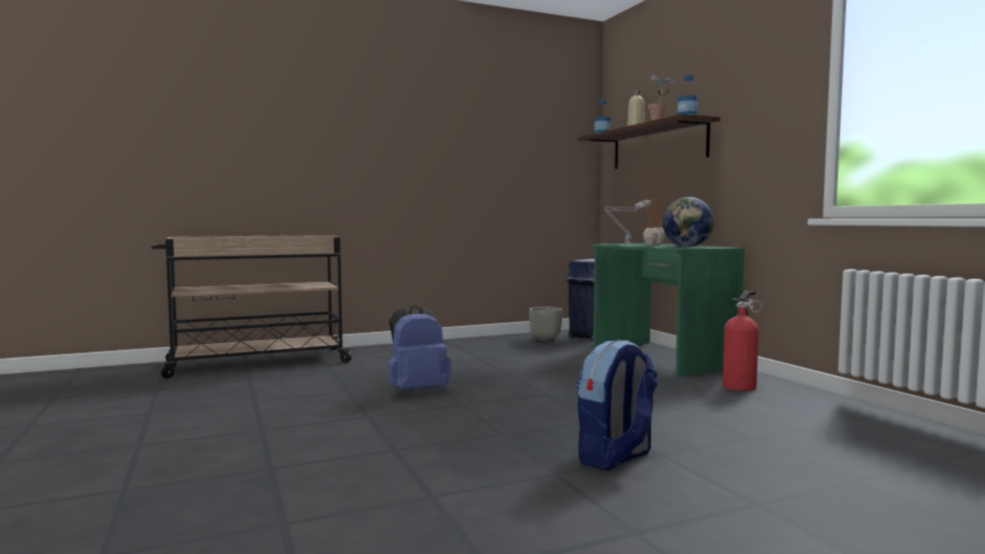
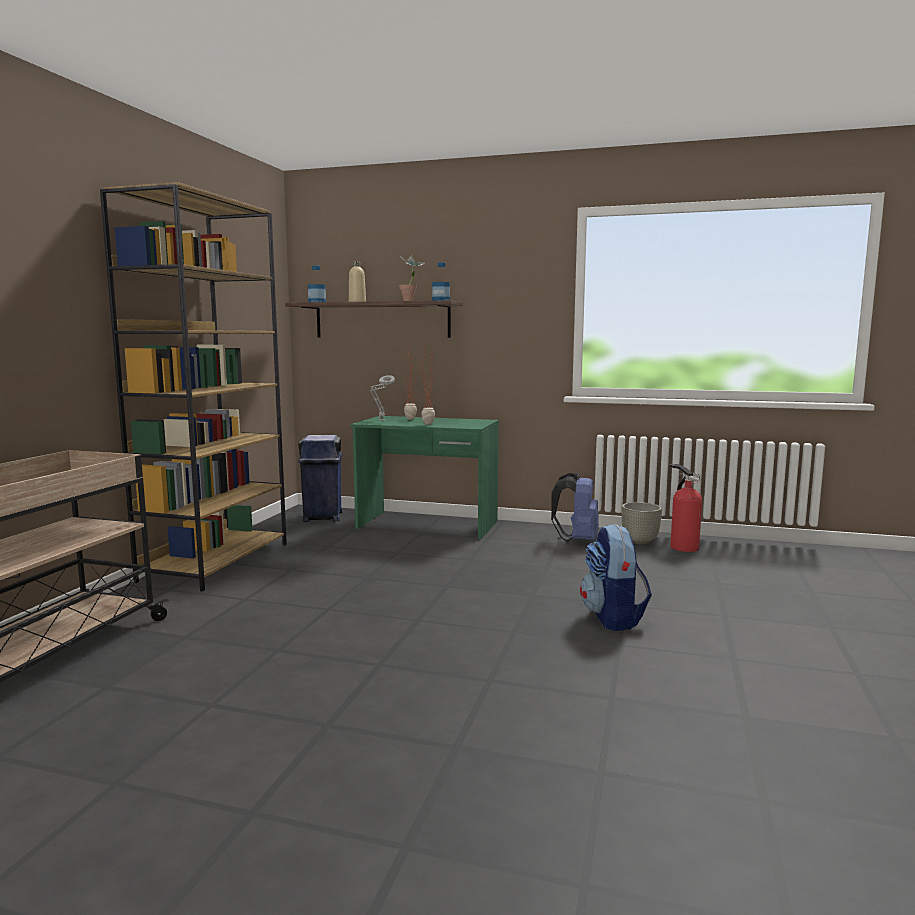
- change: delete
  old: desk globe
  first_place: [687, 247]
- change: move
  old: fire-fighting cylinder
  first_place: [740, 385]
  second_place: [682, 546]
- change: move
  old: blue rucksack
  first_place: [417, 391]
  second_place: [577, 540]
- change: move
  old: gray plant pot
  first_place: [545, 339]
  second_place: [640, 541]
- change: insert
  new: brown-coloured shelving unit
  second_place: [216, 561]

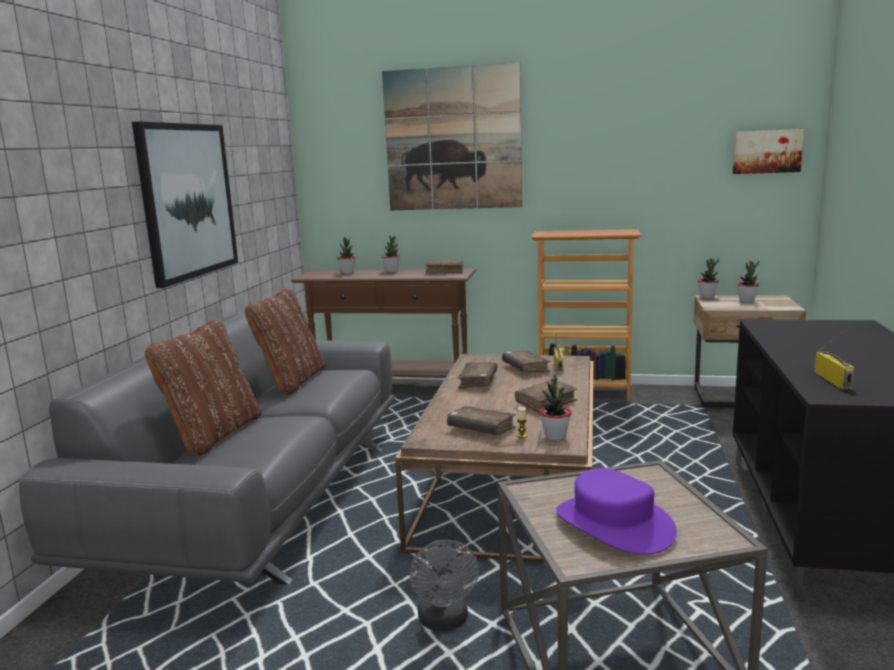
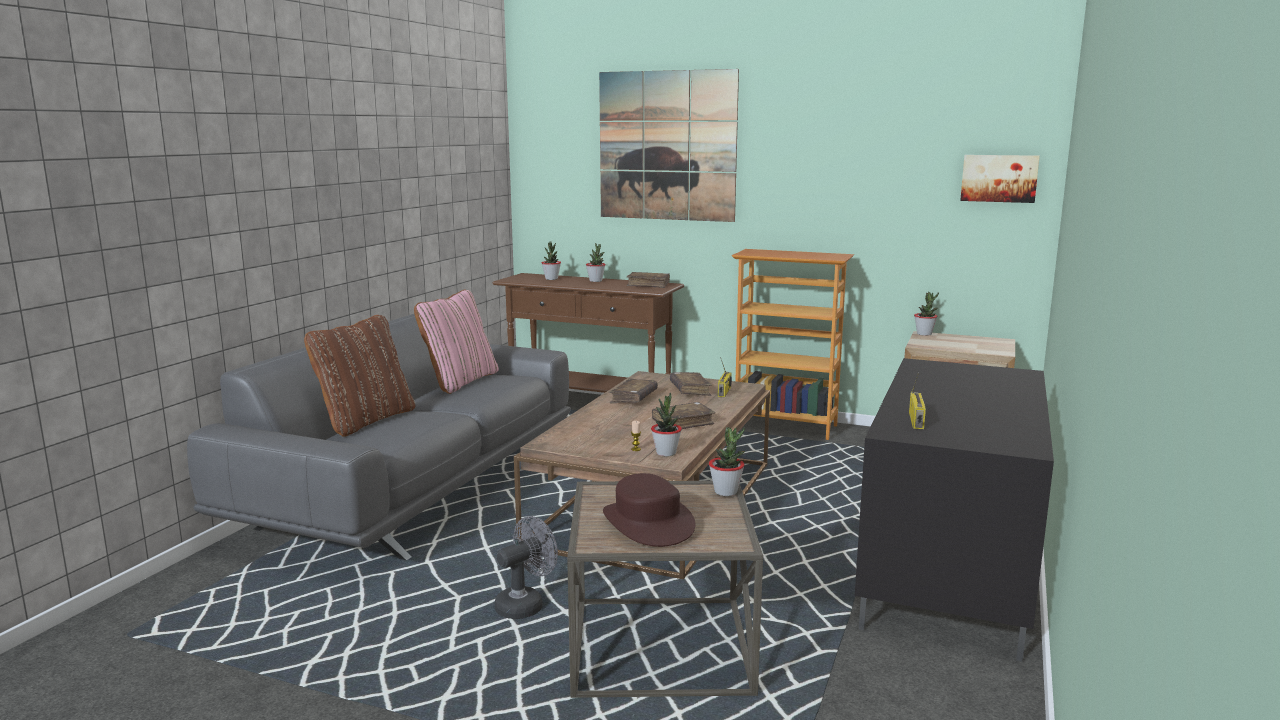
- change: delete
  old: picture
  first_place: [188, 201]
- change: move
  old: plant in a pot
  first_place: [747, 301]
  second_place: [726, 492]
- change: recolor
  old: brown-coloured cushion
  new: pinkish cushion
  first_place: [291, 381]
  second_place: [460, 381]
- change: delete
  old: brown-coloured bound book
  first_place: [481, 429]
- change: recolor
  old: purple-coloured clothing hat
  new: brown-coloured clothing hat
  first_place: [613, 524]
  second_place: [647, 523]
- change: rotate
  old: gray electric fan
  first_place: [445, 621]
  second_place: [525, 604]
  degrees: -135

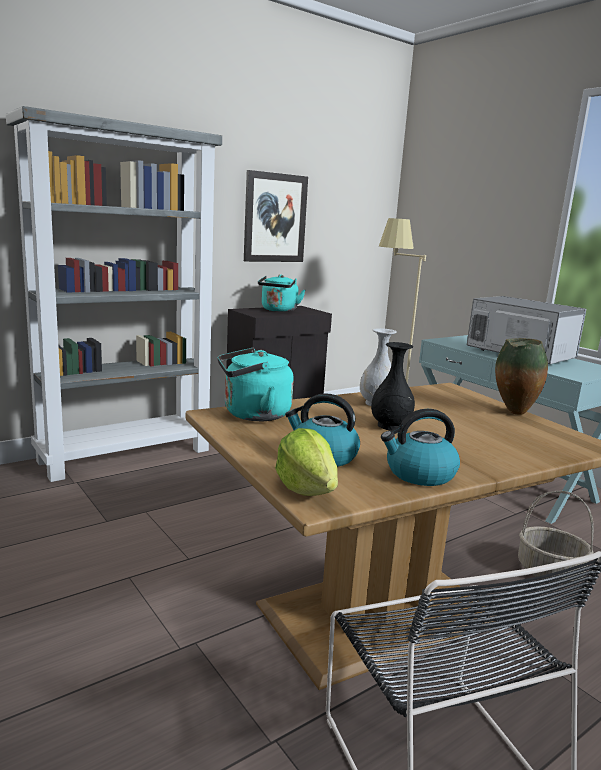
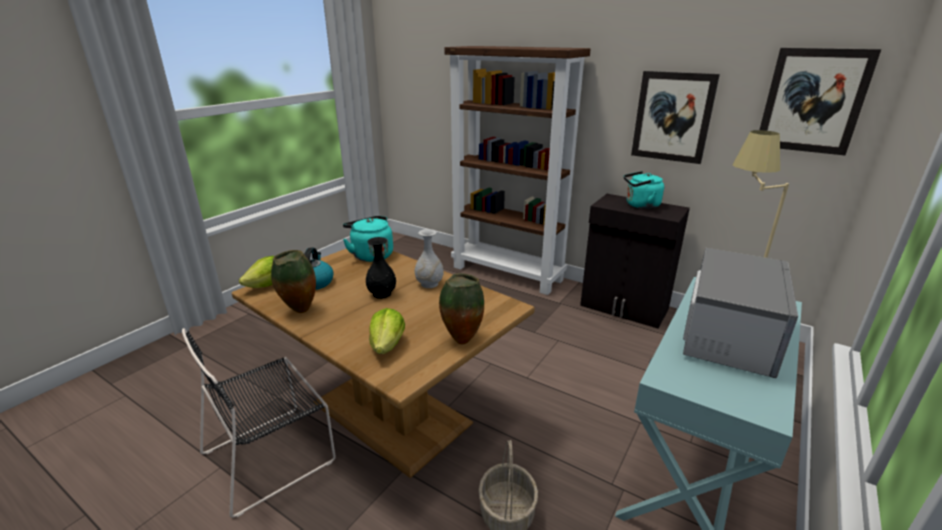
- change: recolor
  old: gray shelving unit
  new: brown-coloured shelving unit
  first_place: [127, 455]
  second_place: [508, 273]
- change: replace
  old: water kettle
  new: vase
  first_place: [419, 474]
  second_place: [299, 311]
- change: insert
  new: picture
  second_place: [813, 101]
- change: insert
  new: head of lettuce
  second_place: [387, 345]

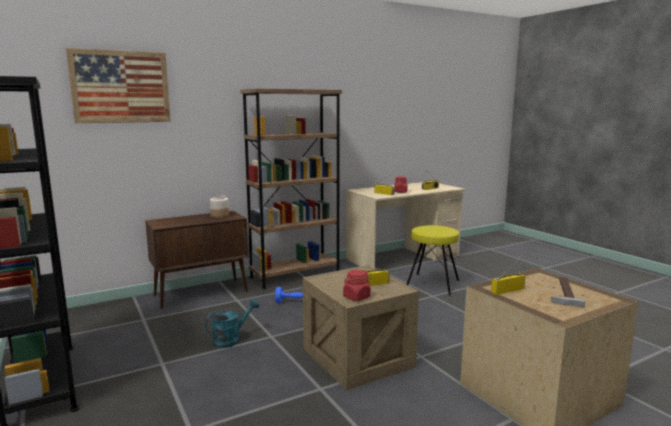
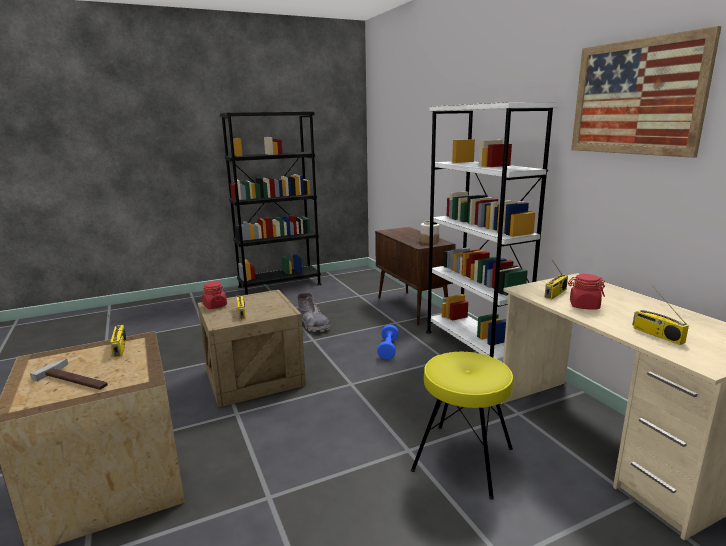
- change: move
  old: picture
  first_place: [121, 87]
  second_place: [636, 98]
- change: recolor
  old: brown-coloured shelving unit
  new: whitish shelving unit
  first_place: [295, 275]
  second_place: [474, 347]
- change: replace
  old: turquoise-coloured sprinkling can
  new: gray tall boot
  first_place: [231, 339]
  second_place: [313, 325]

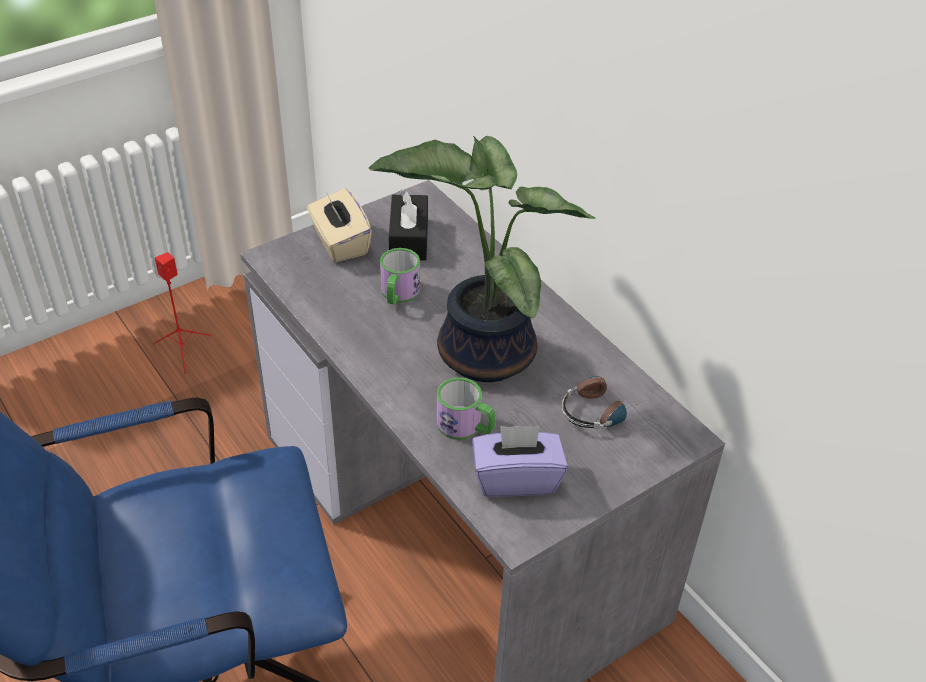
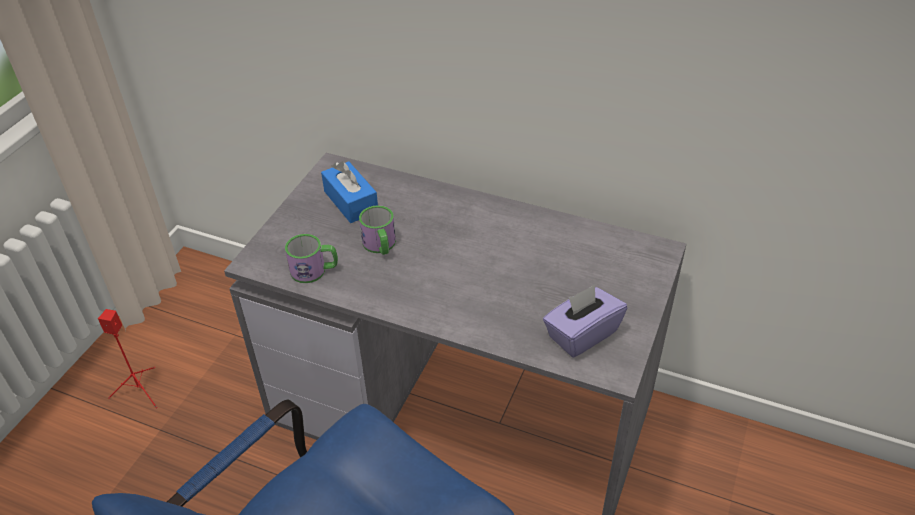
- change: delete
  old: plant in a pot
  first_place: [480, 351]
- change: delete
  old: beige-coloured tissue box
  first_place: [340, 243]
- change: recolor
  old: black-coloured tissue box
  new: blue tissue box
  first_place: [409, 239]
  second_place: [351, 201]
- change: delete
  old: pair of headphones
  first_place: [601, 409]
- change: move
  old: mug
  first_place: [466, 426]
  second_place: [314, 270]

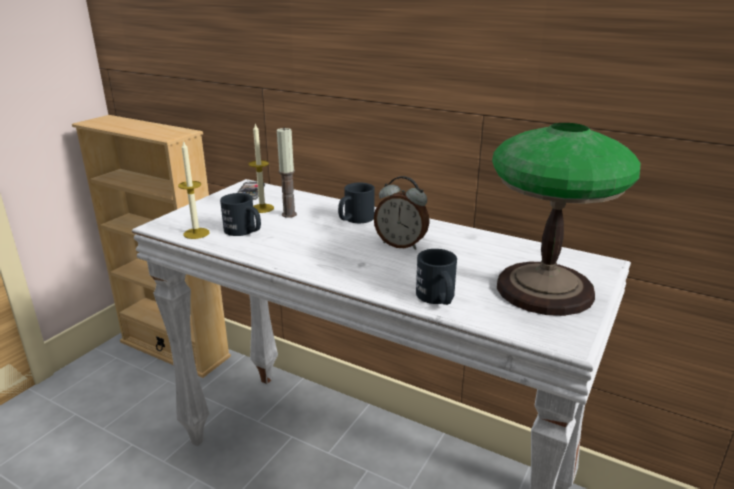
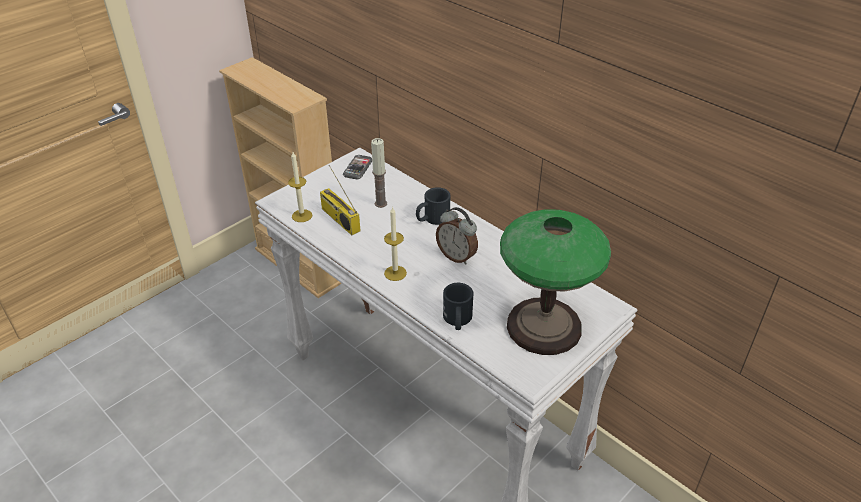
- change: move
  old: candle
  first_place: [262, 208]
  second_place: [395, 273]
- change: replace
  old: black-coloured mug
  new: radio
  first_place: [244, 231]
  second_place: [339, 219]

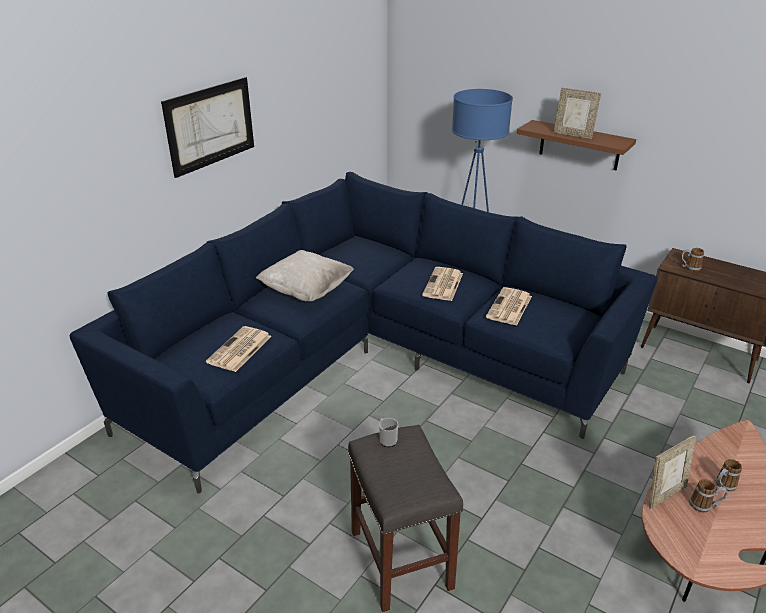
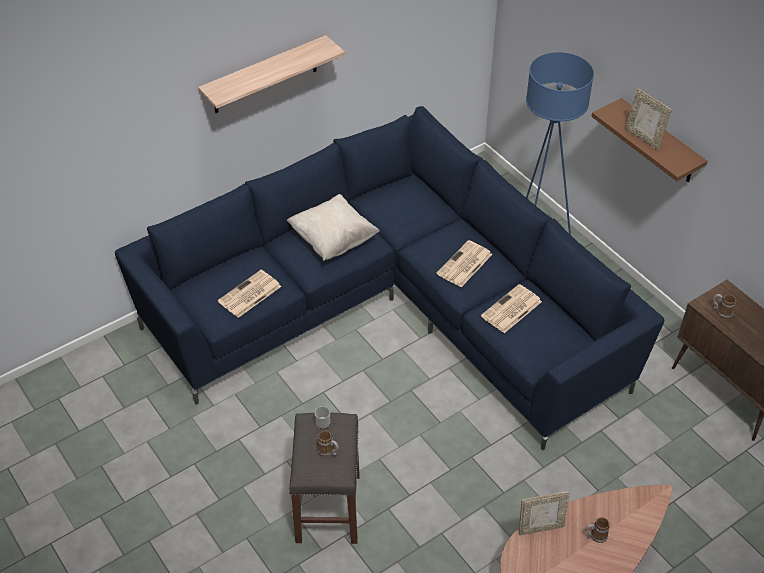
- change: replace
  old: picture
  new: bracket shelf
  first_place: [210, 125]
  second_place: [265, 75]
- change: move
  old: mug
  first_place: [704, 506]
  second_place: [328, 451]

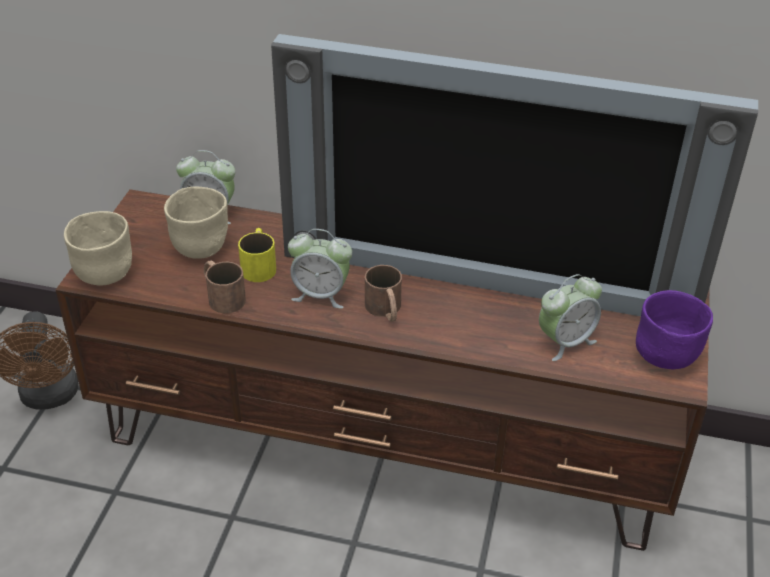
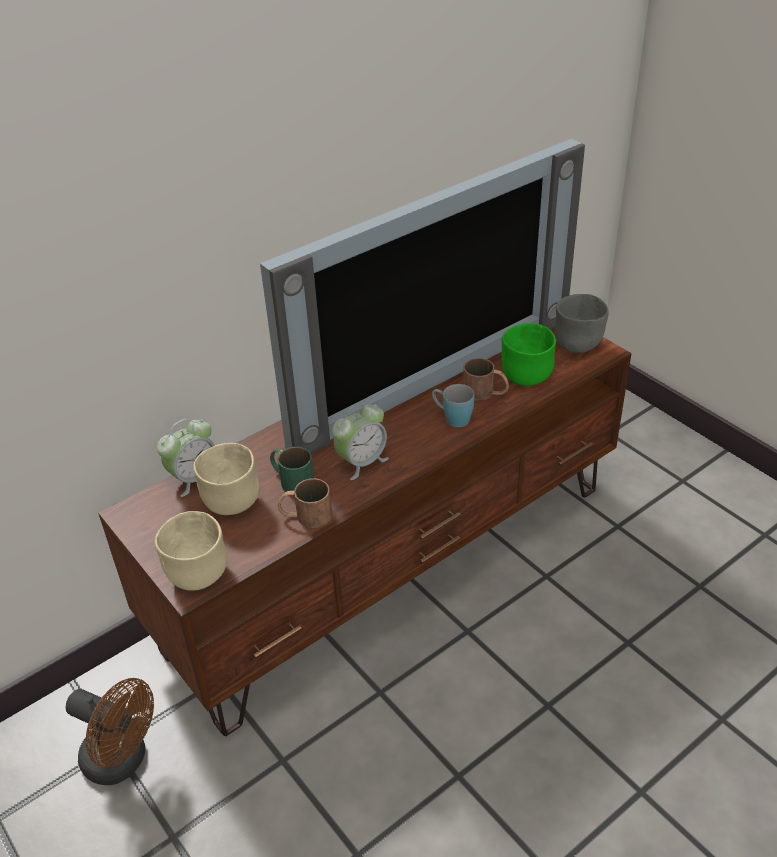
- change: recolor
  old: yellowish mug
  new: green-coloured mug
  first_place: [259, 265]
  second_place: [291, 478]
- change: move
  old: brown-coloured mug
  first_place: [385, 310]
  second_place: [485, 392]
- change: replace
  old: table clock
  new: green-coloured serving bowl
  first_place: [565, 342]
  second_place: [525, 376]
- change: recolor
  old: purple-coloured serving bowl
  new: gray serving bowl
  first_place: [667, 358]
  second_place: [578, 345]
- change: insert
  new: blue mug
  second_place: [452, 418]

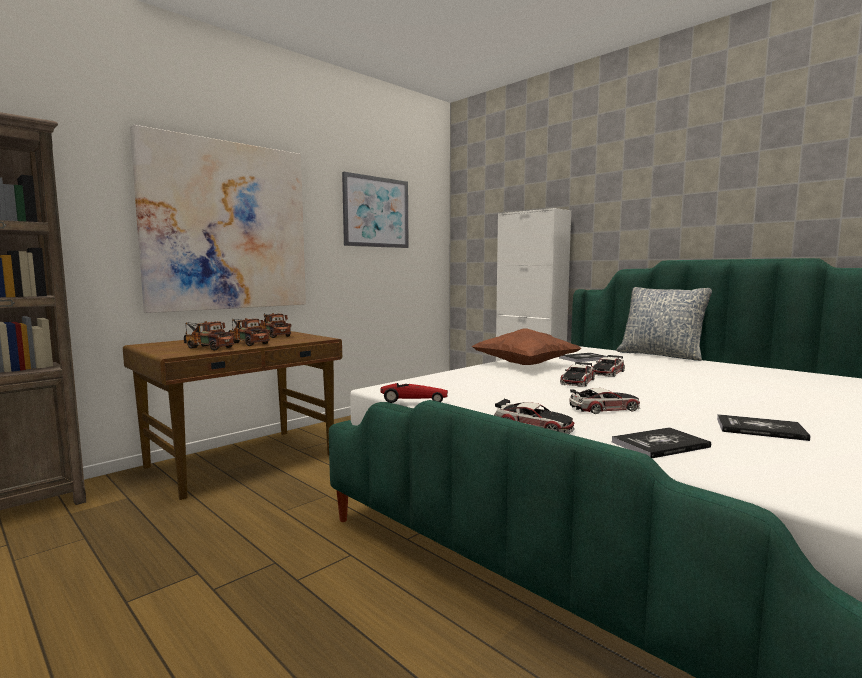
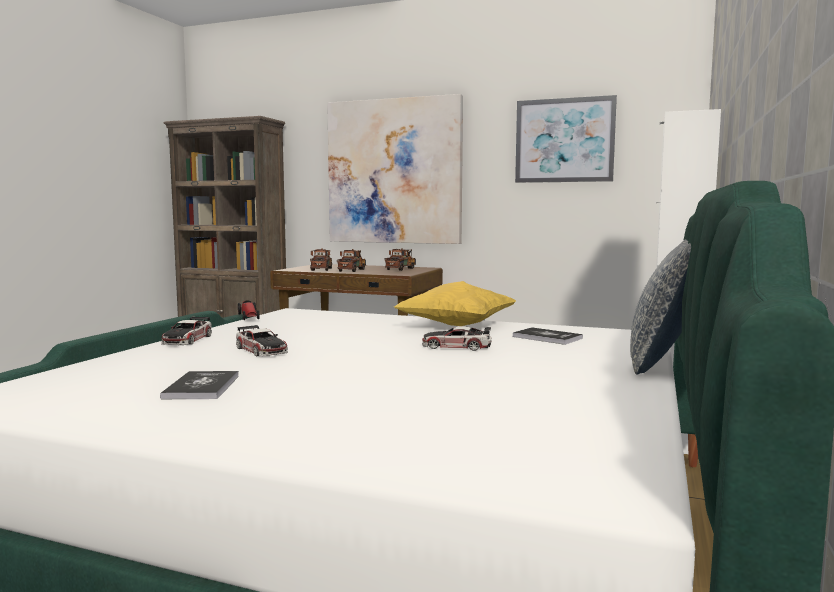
- change: recolor
  old: brown-coloured cushion
  new: yellowish cushion
  first_place: [525, 365]
  second_place: [456, 326]
- change: delete
  old: model car
  first_place: [577, 381]
- change: delete
  old: bound book
  first_place: [660, 444]

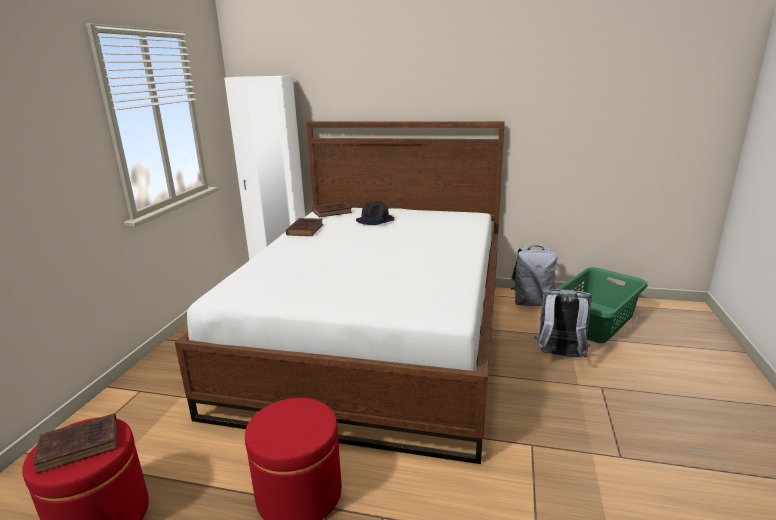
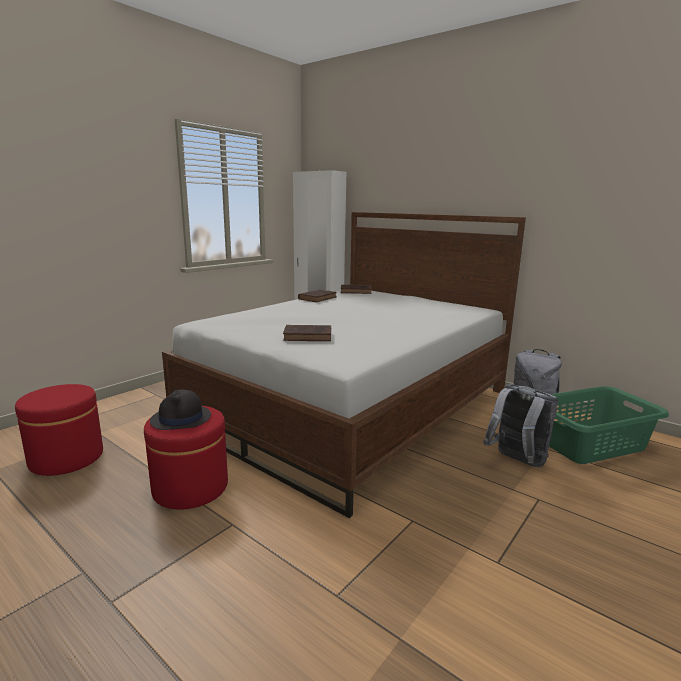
- change: move
  old: black-coloured clothing hat
  first_place: [375, 220]
  second_place: [181, 419]
- change: move
  old: brown-coloured bound book
  first_place: [82, 445]
  second_place: [309, 336]

